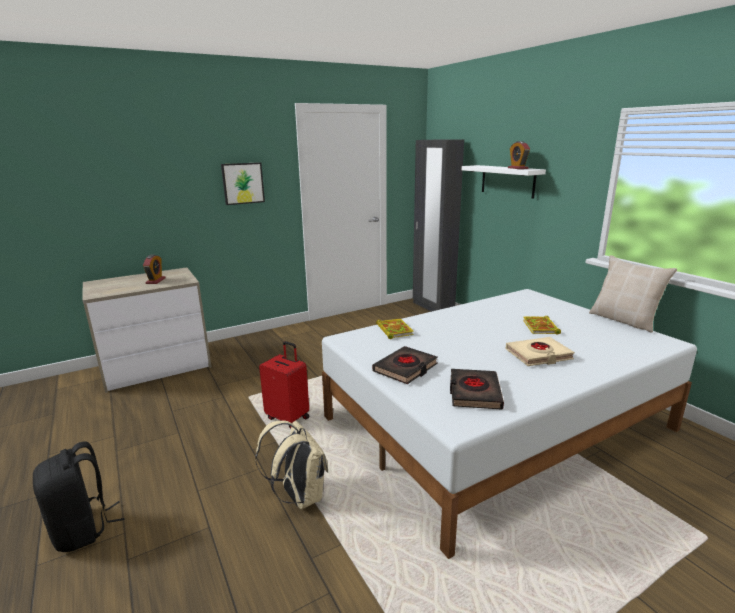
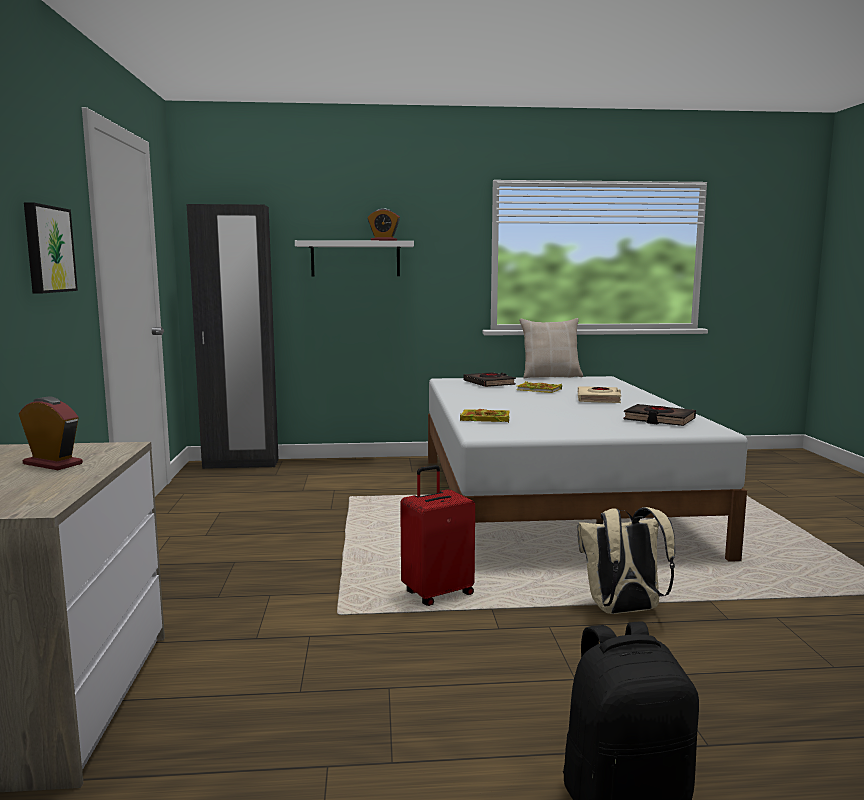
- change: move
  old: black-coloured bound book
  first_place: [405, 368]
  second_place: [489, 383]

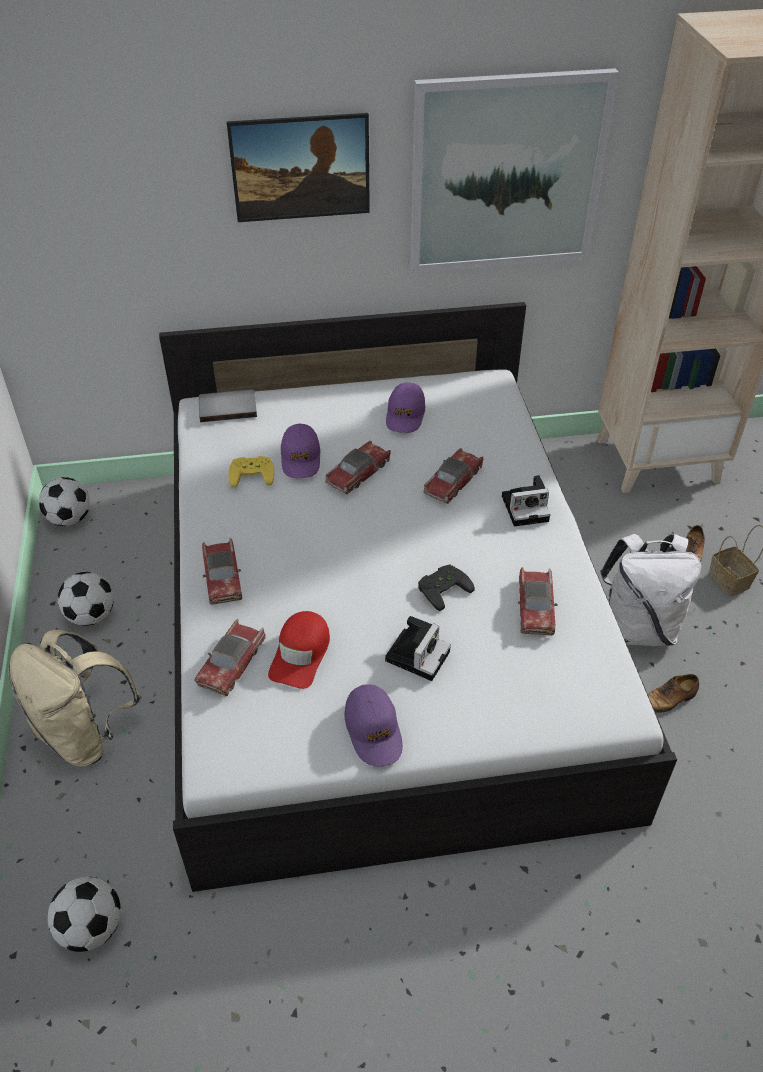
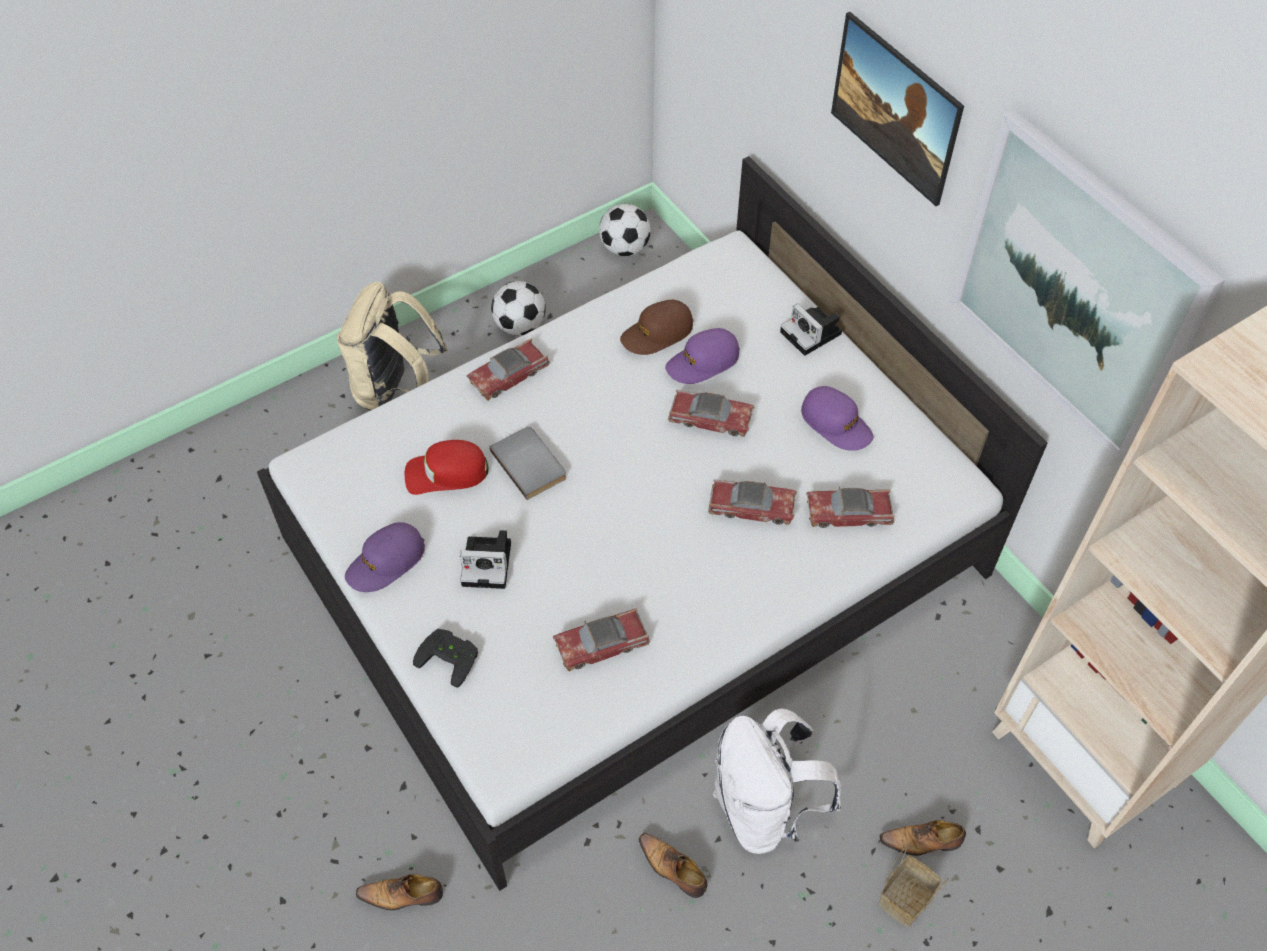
- change: rotate
  old: purple-coloured peaked cap
  first_place: [405, 415]
  second_place: [836, 424]
  degrees: -120
- change: move
  old: gray bound book
  first_place: [227, 407]
  second_place: [530, 463]
- change: replace
  old: yellowish gamepad
  new: brown-coloured peaked cap
  first_place: [252, 472]
  second_place: [657, 333]
- change: move
  old: photo camera
  first_place: [526, 507]
  second_place: [813, 334]
- change: move
  old: black-coloured gamepad
  first_place: [442, 587]
  second_place: [450, 656]
- change: move
  old: model car
  first_place: [232, 663]
  second_place: [848, 513]
- change: delete
  old: football
  first_place: [91, 928]
- change: insert
  new: shoe
  second_place: [402, 895]

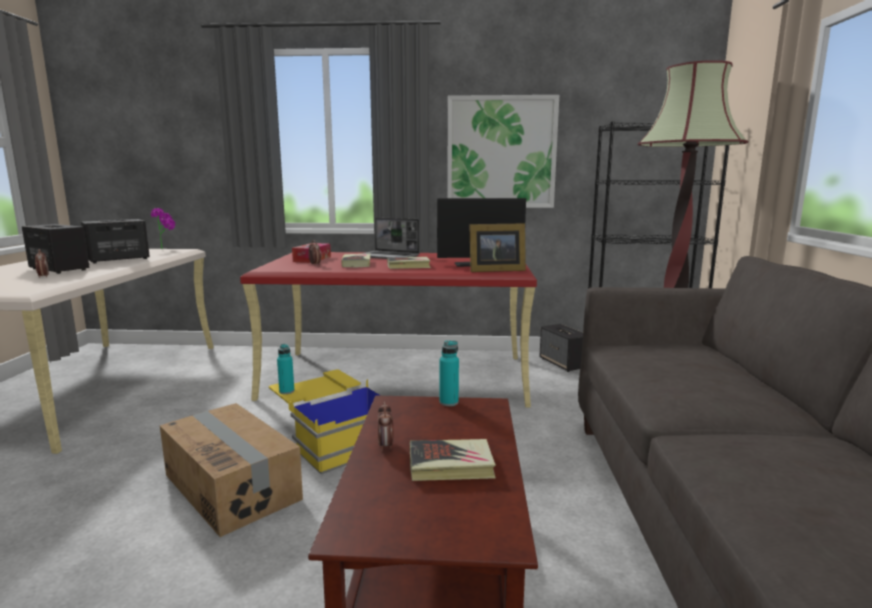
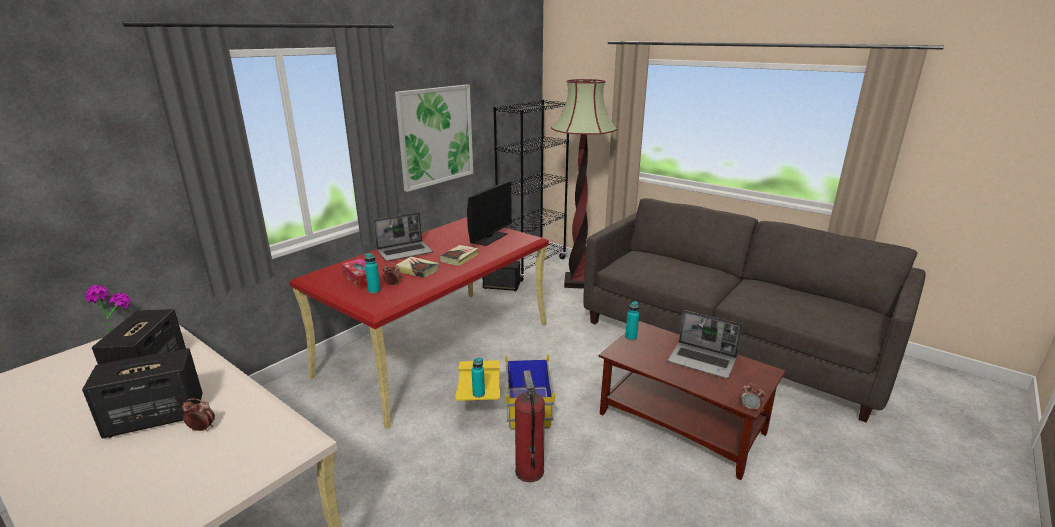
- change: delete
  old: standing frame
  first_place: [494, 270]
- change: move
  old: table clock
  first_place: [385, 446]
  second_place: [749, 408]
- change: replace
  old: cardboard box
  new: fire-fighting cylinder
  first_place: [233, 486]
  second_place: [529, 471]
- change: replace
  old: bound book
  new: laptop
  first_place: [451, 465]
  second_place: [703, 361]
- change: insert
  new: turquoise-coloured bottle
  second_place: [374, 291]

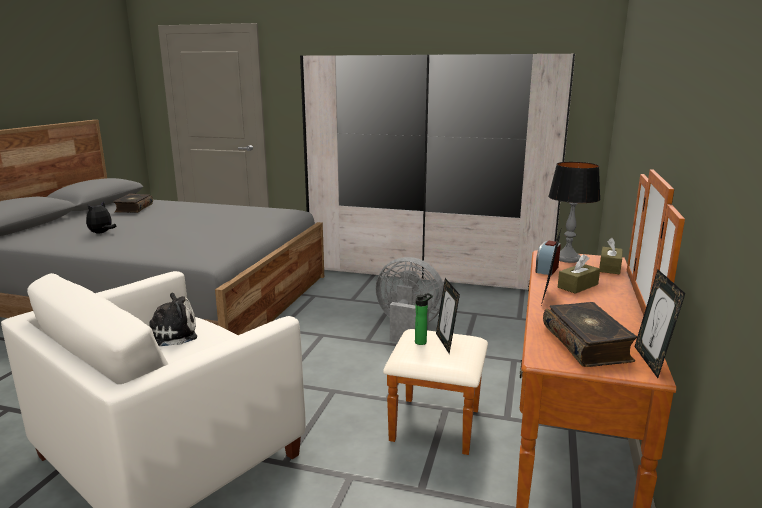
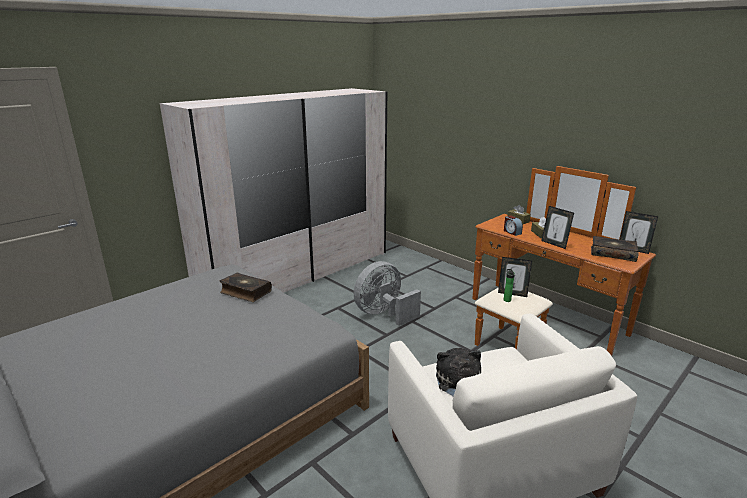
- change: delete
  old: lamp for a table
  first_place: [567, 258]
- change: move
  old: bound book
  first_place: [133, 208]
  second_place: [245, 292]
- change: delete
  old: plush toy
  first_place: [102, 233]

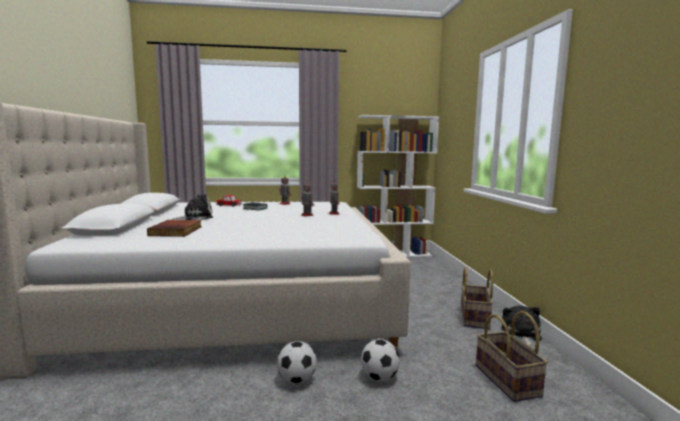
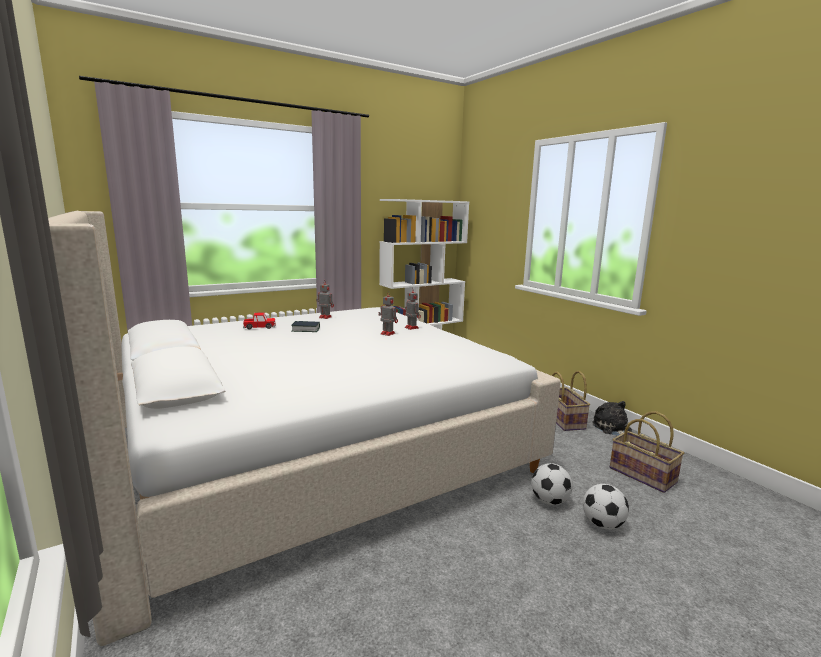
- change: delete
  old: plush toy
  first_place: [196, 217]
- change: delete
  old: bound book
  first_place: [177, 231]
- change: move
  old: football
  first_place: [297, 380]
  second_place: [602, 524]

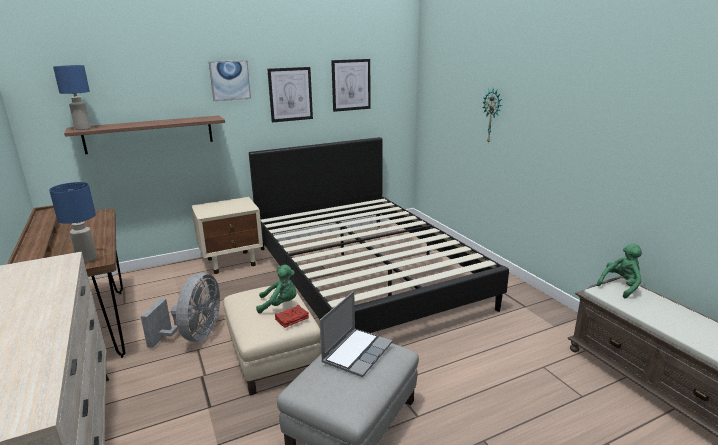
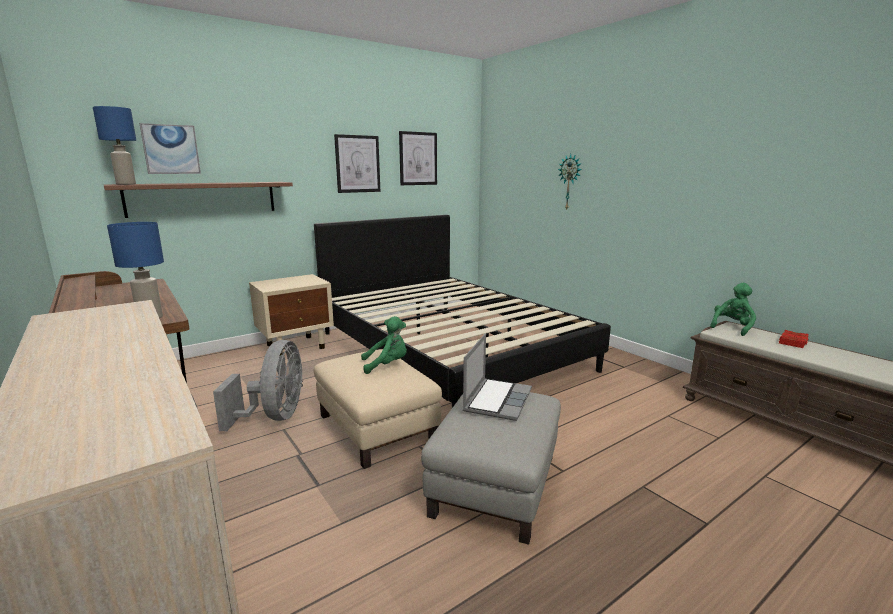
- change: move
  old: picture
  first_place: [230, 80]
  second_place: [171, 149]
- change: move
  old: red bound book
  first_place: [292, 319]
  second_place: [793, 342]

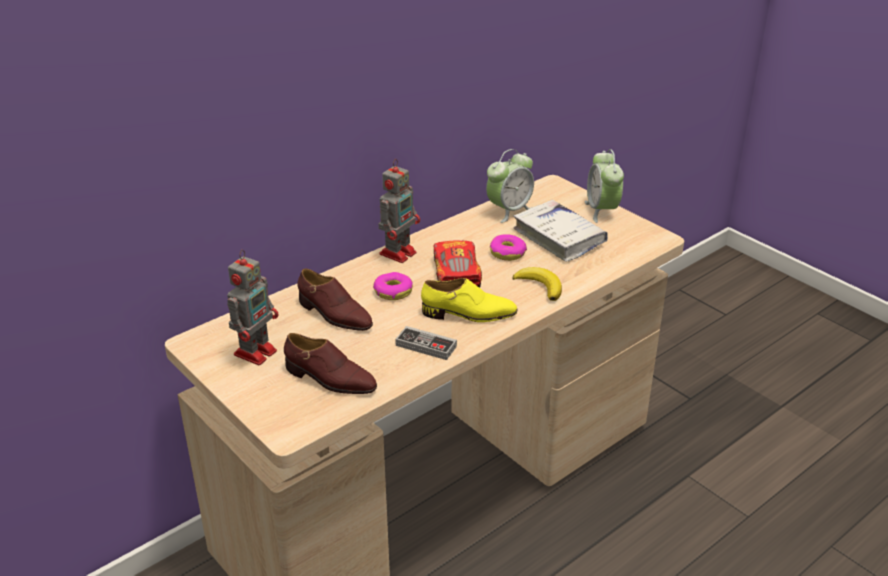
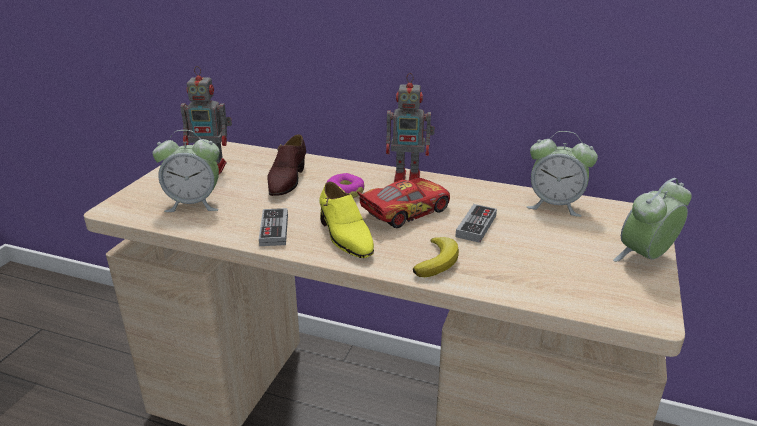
- change: delete
  old: whitish bound book
  first_place: [559, 238]
- change: replace
  old: donut
  new: gamepad
  first_place: [507, 253]
  second_place: [476, 226]
- change: replace
  old: brown-coloured shoe
  new: table clock
  first_place: [330, 379]
  second_place: [194, 204]

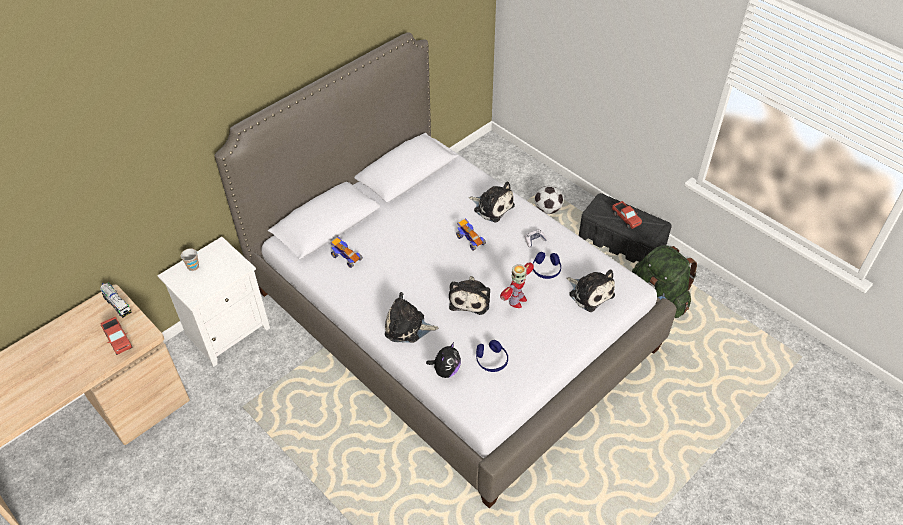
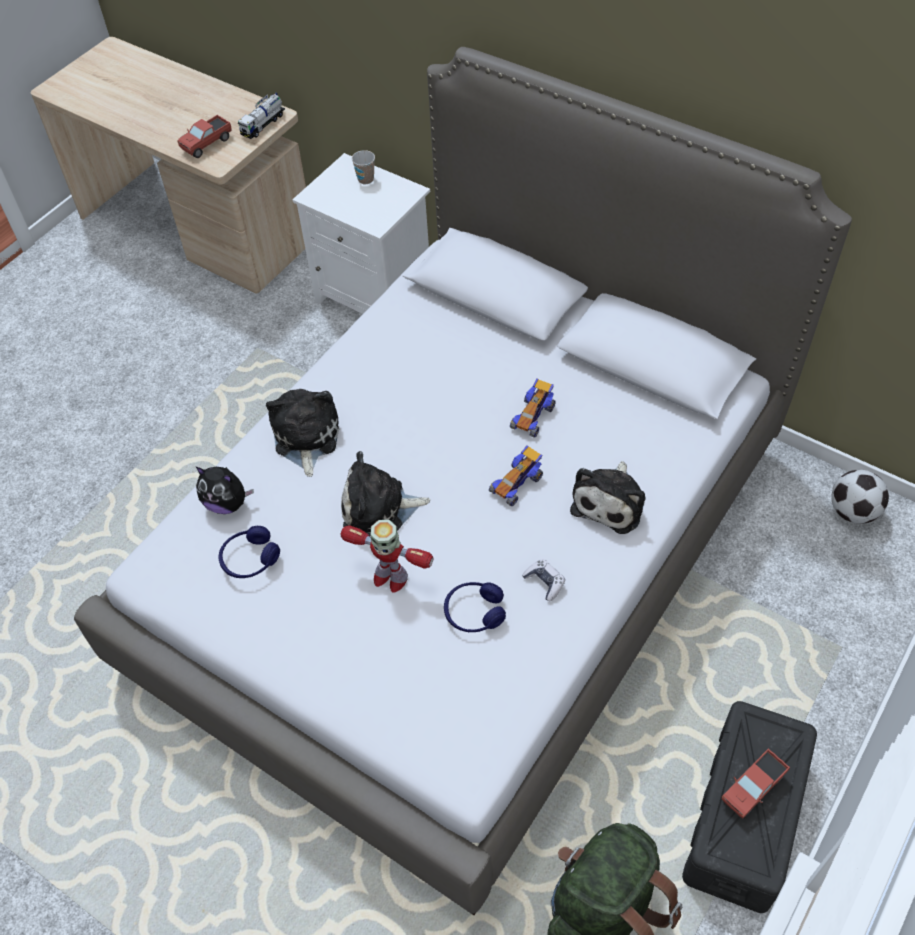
- change: move
  old: football
  first_place: [547, 210]
  second_place: [852, 512]
- change: move
  old: model car
  first_place: [346, 257]
  second_place: [532, 416]
- change: delete
  old: plush toy
  first_place: [590, 293]

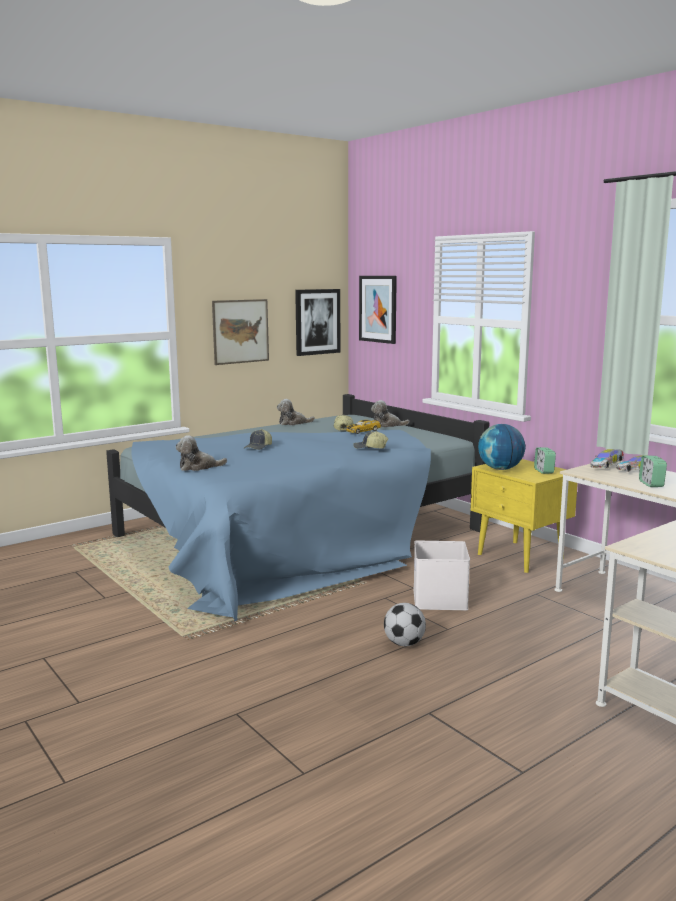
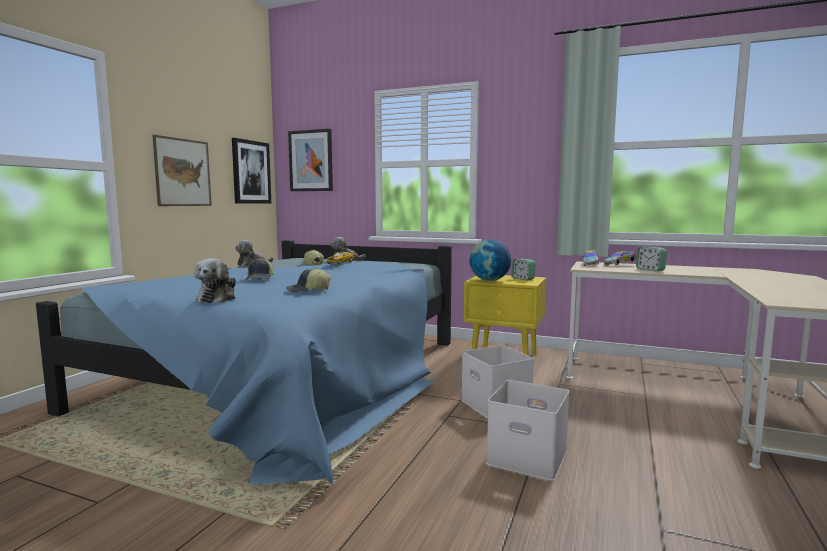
- change: move
  old: peaked cap
  first_place: [370, 448]
  second_place: [308, 291]
- change: rotate
  old: plush toy
  first_place: [198, 467]
  second_place: [217, 298]
  degrees: -45
- change: replace
  old: football
  new: whitish storage bin
  first_place: [404, 643]
  second_place: [529, 457]

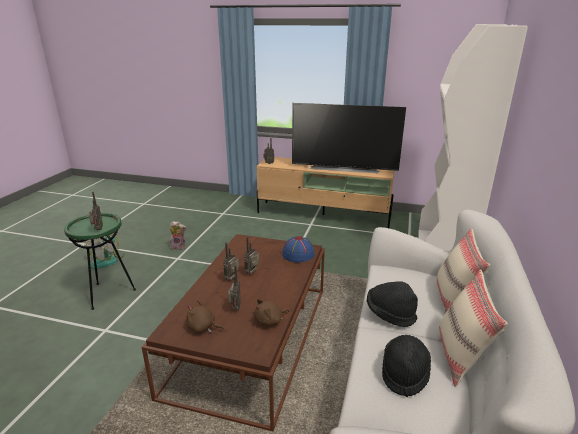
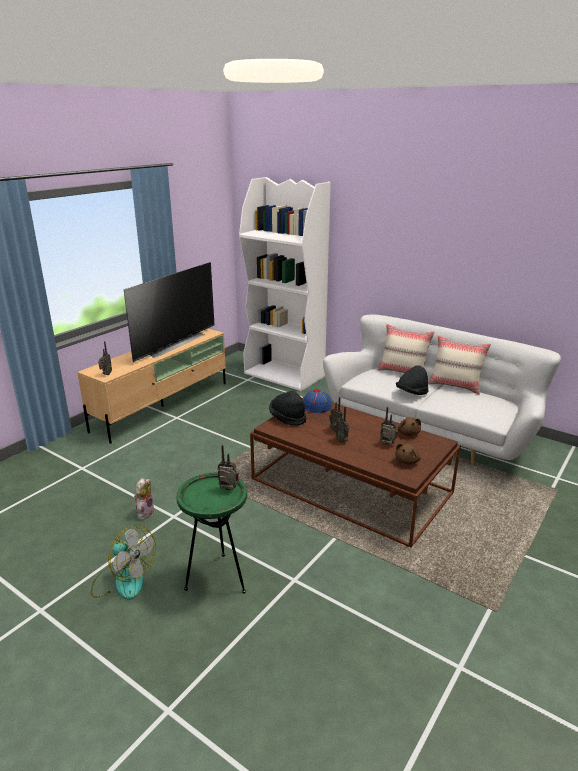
- change: move
  old: black-coloured clothing hat
  first_place: [404, 373]
  second_place: [287, 418]

